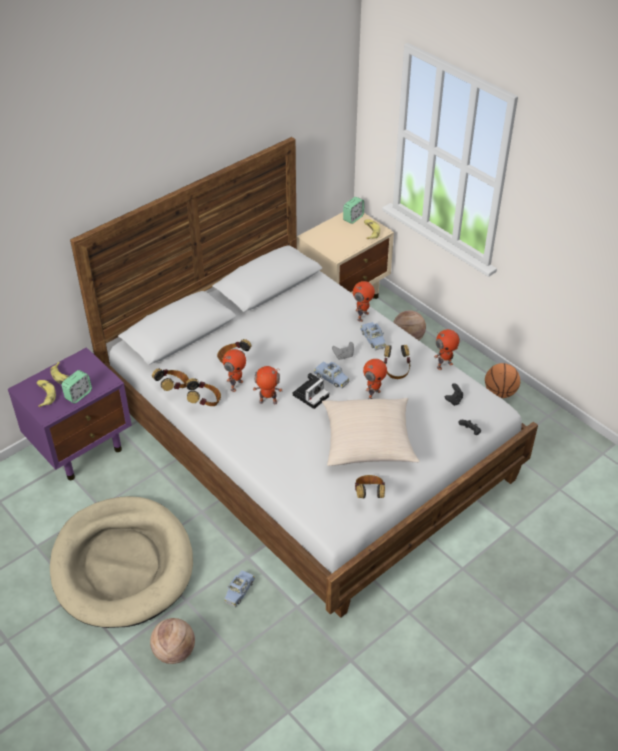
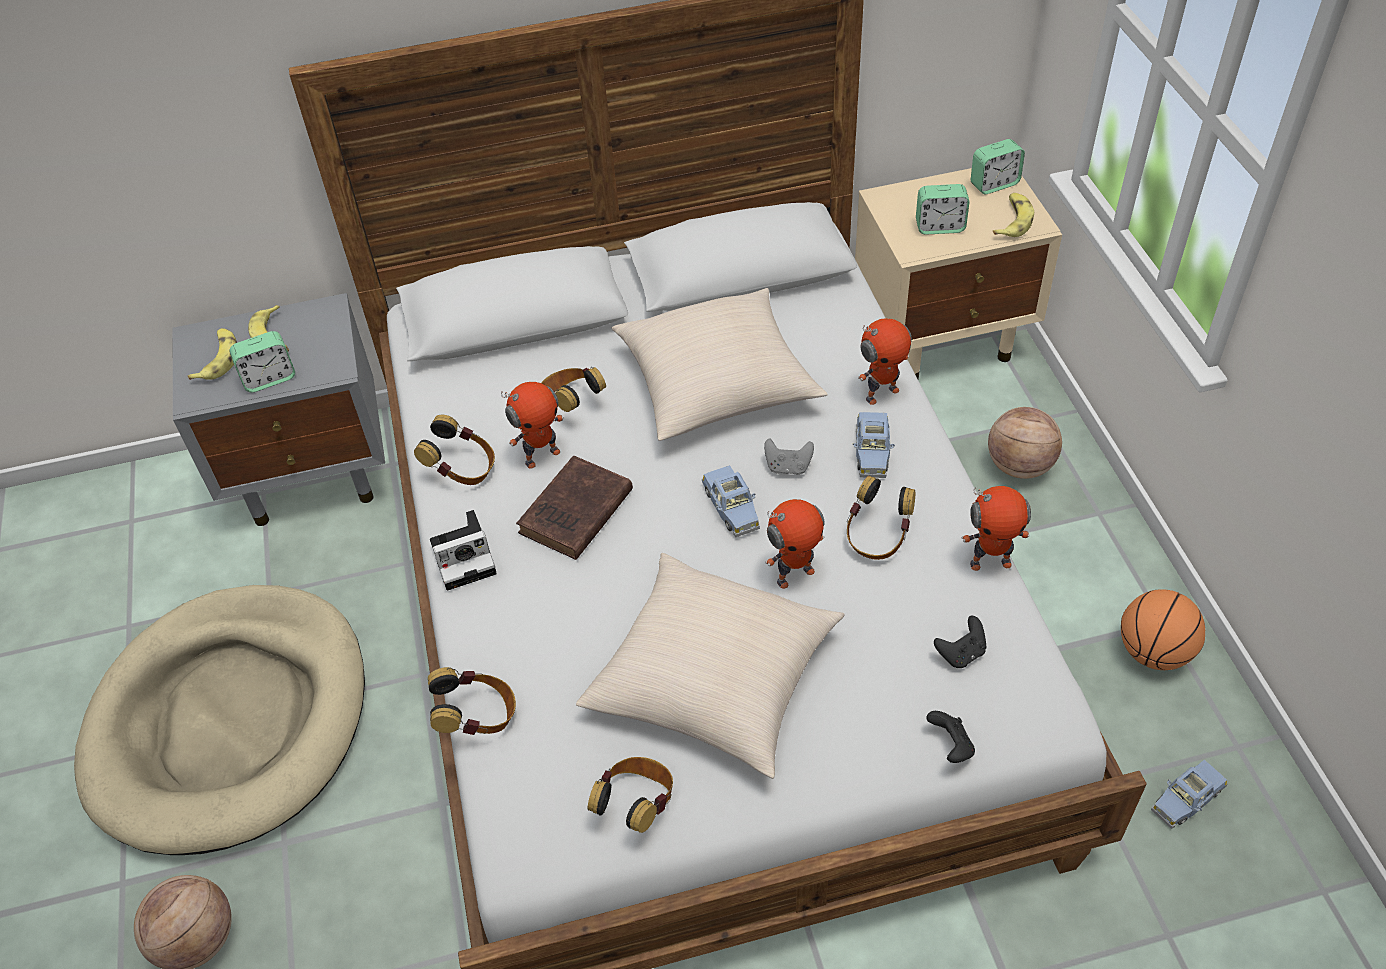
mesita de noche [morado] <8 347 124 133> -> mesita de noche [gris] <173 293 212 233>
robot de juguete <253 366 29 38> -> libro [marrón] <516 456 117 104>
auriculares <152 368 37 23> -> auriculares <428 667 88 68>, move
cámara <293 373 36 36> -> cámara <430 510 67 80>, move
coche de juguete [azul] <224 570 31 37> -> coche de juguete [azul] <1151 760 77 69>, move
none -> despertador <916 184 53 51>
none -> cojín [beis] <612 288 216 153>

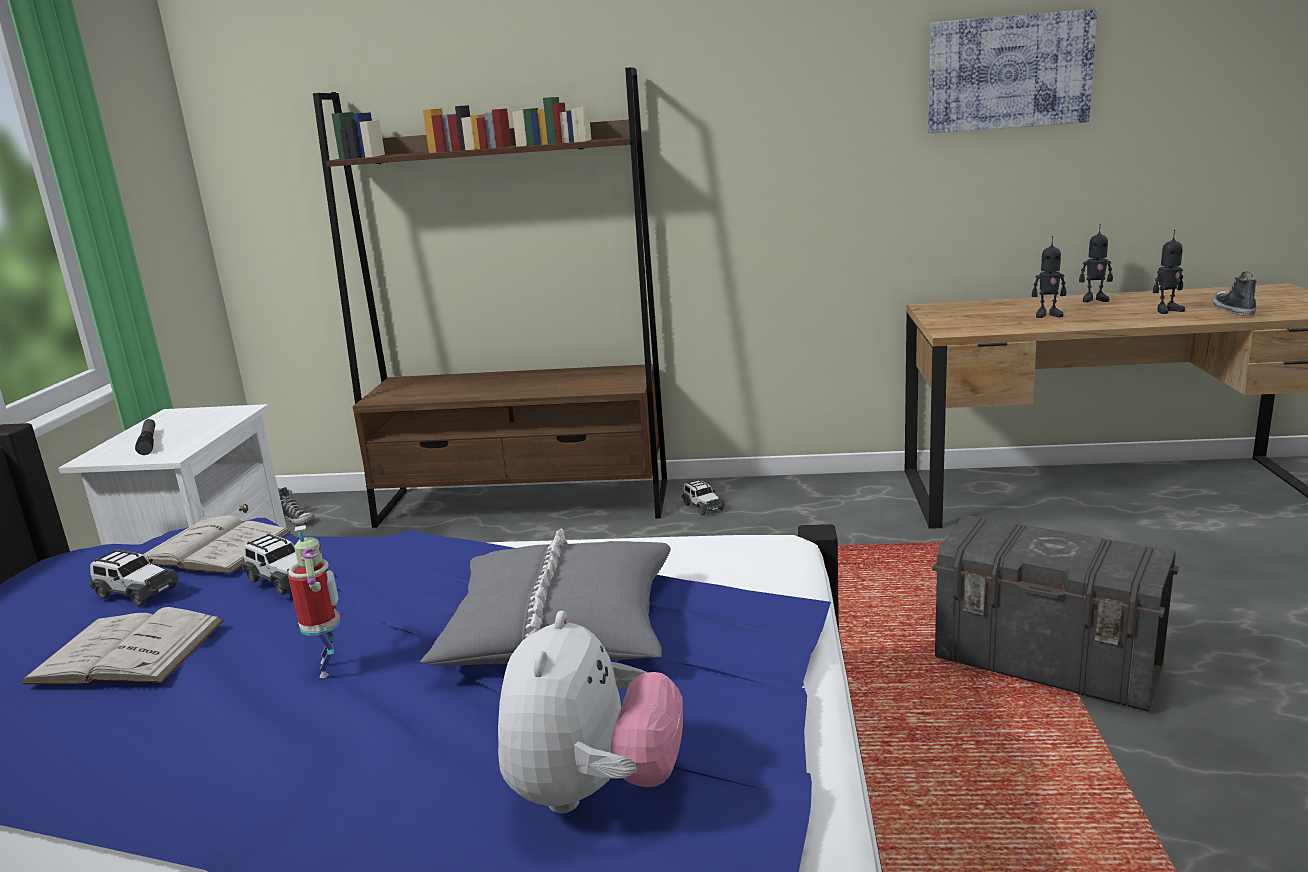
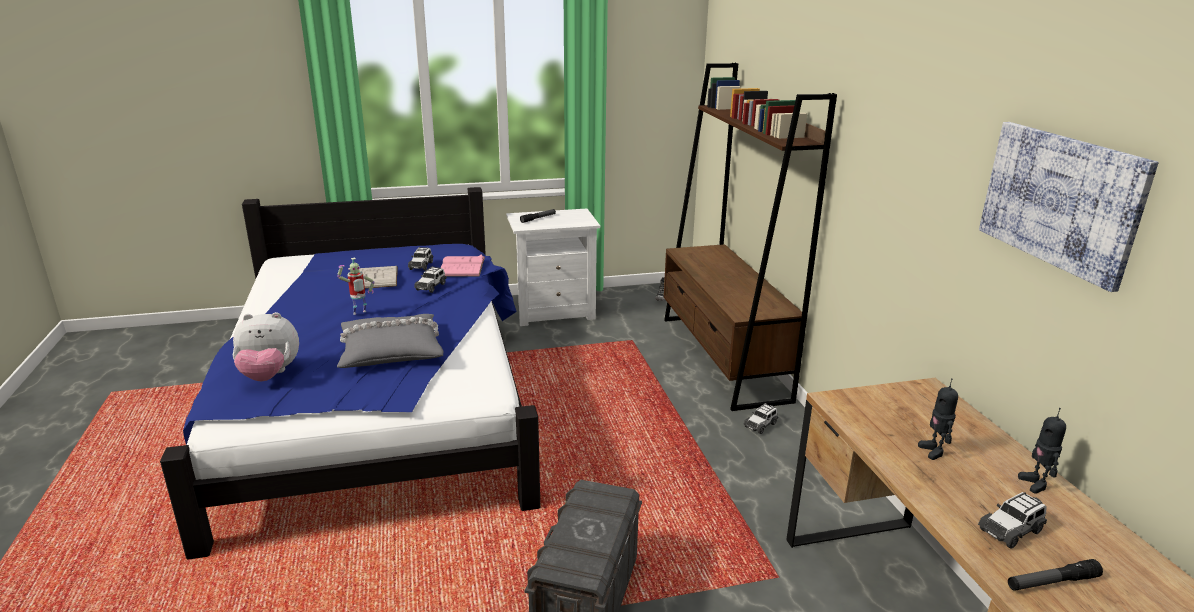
robot de juguete <1153 230 32 84> -> coche de juguete <978 492 69 57>
zapato <1213 272 44 44> -> linterna <1008 559 95 32>
libro [blanco] <143 515 148 59> -> libro [rosa] <441 254 44 23>

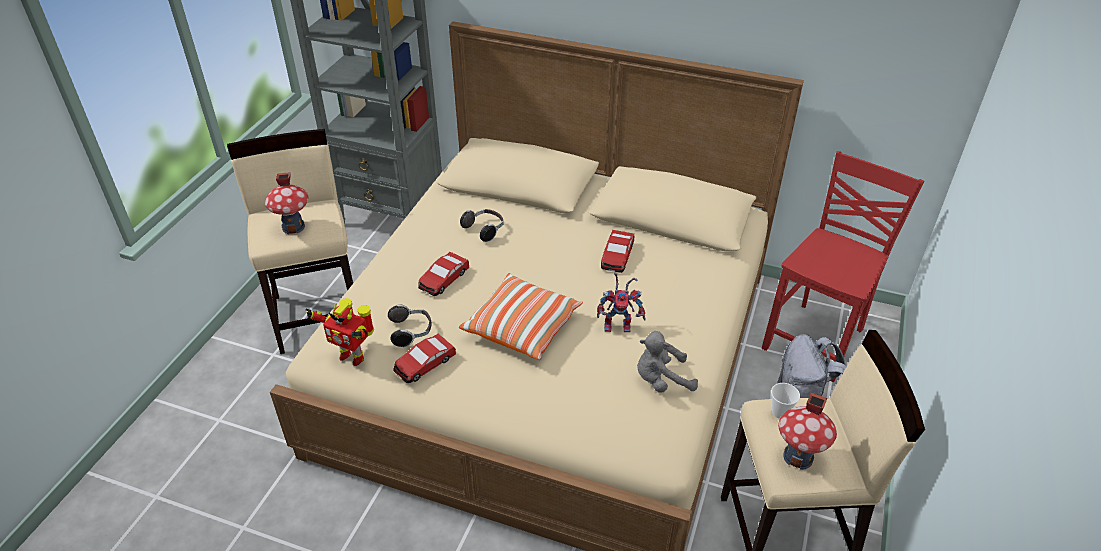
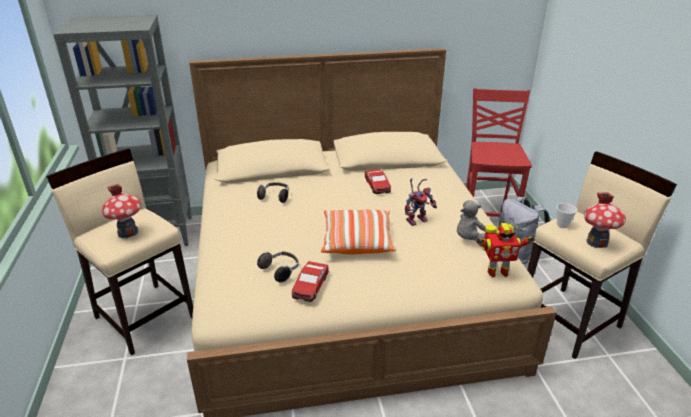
coche de juguete <418 252 51 44> -> none
robot de juguete <305 298 69 68> -> robot de juguete <476 223 59 54>, move

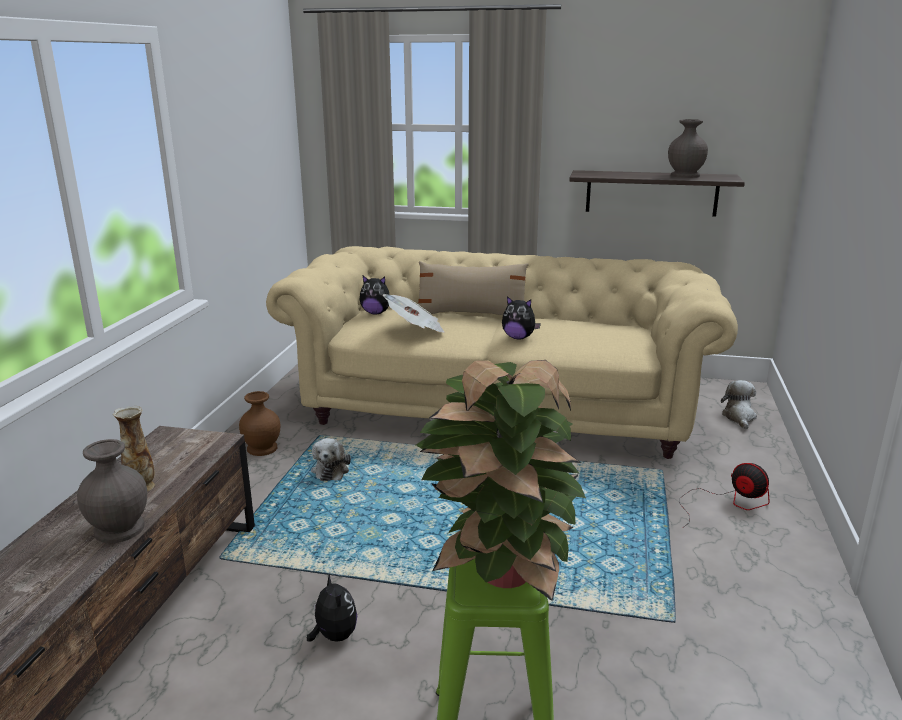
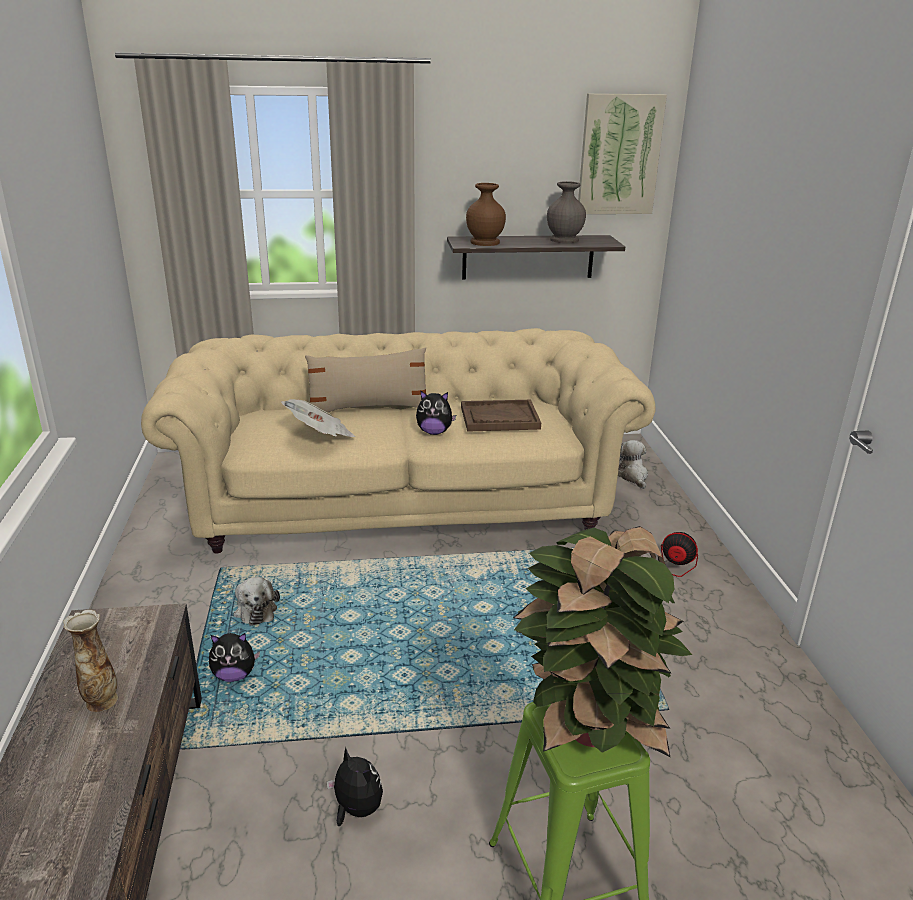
peluche <359 276 31 38> -> peluche <209 633 51 49>, move
florero [marrón] <239 391 41 65> -> florero [marrón] <466 183 40 63>, move
florero [gris] <77 439 70 104> -> none
none -> cuadro <578 93 89 121>
none -> bandeja [marrón] <461 400 80 32>

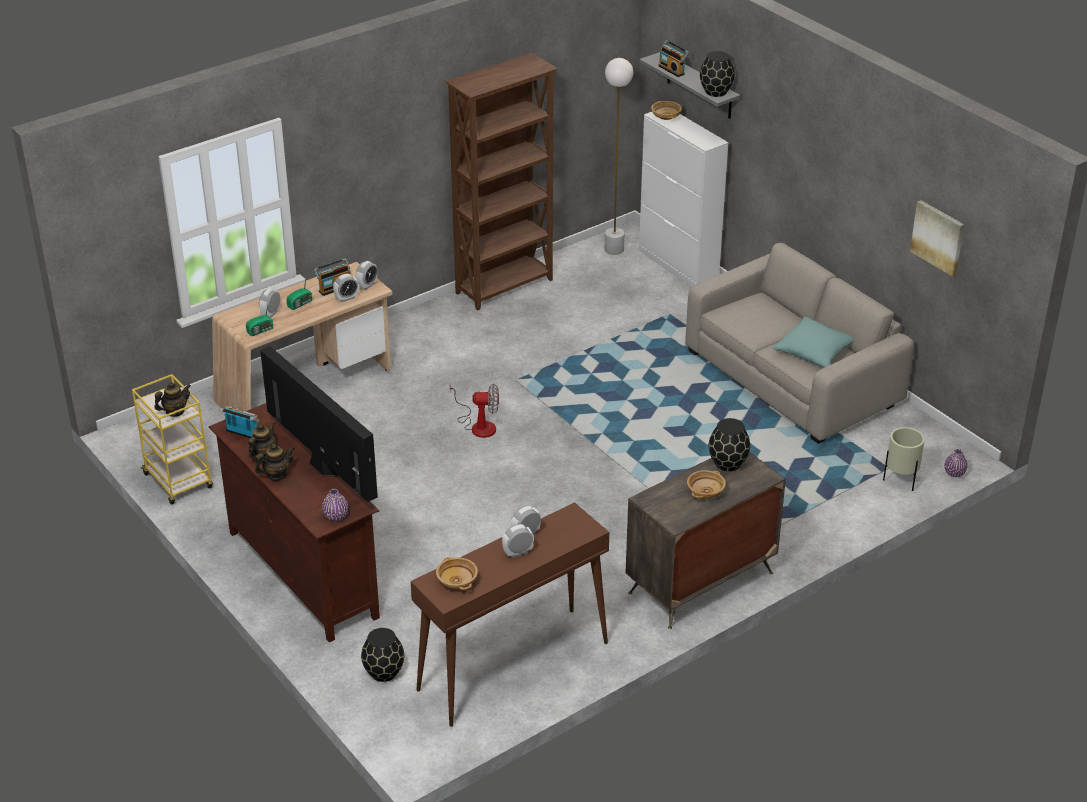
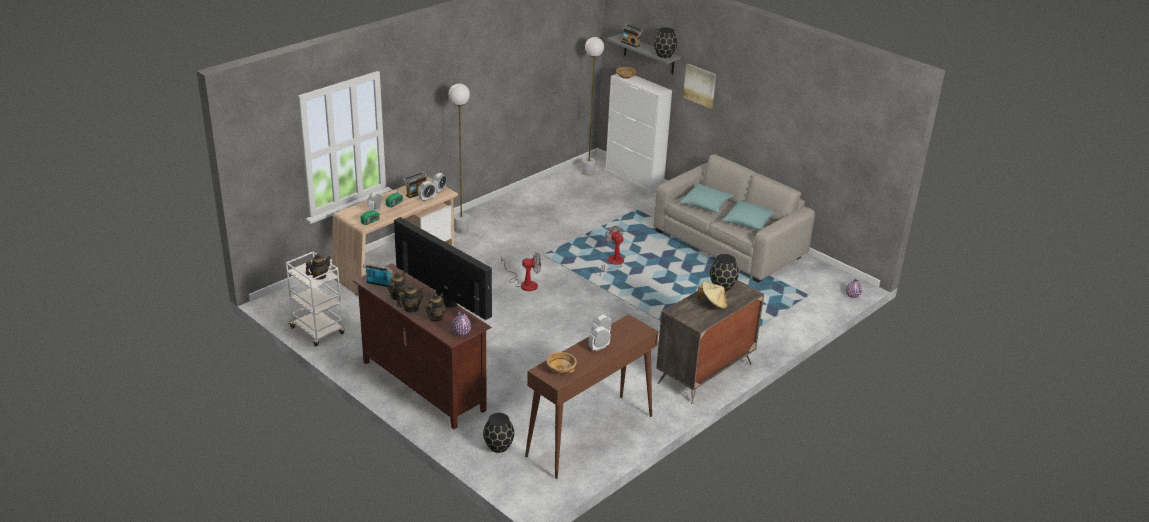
estantería [marrón] <445 53 113 258> -> none
cuadro <910 200 54 76> -> cuadro <683 63 33 46>, move
carrito [amarillo] <132 374 81 131> -> carrito [blanco] <286 252 59 94>
maceta [beis] <883 427 42 64> -> none
cuenco [beis] <687 470 39 28> -> sombrero [beis] <697 281 30 28>
none -> lámpara de pie [blanco] <449 84 21 149>
none -> cojín [turquesa] <679 183 55 30>
none -> ventilador <599 225 25 51>
none -> tetera <426 293 20 28>

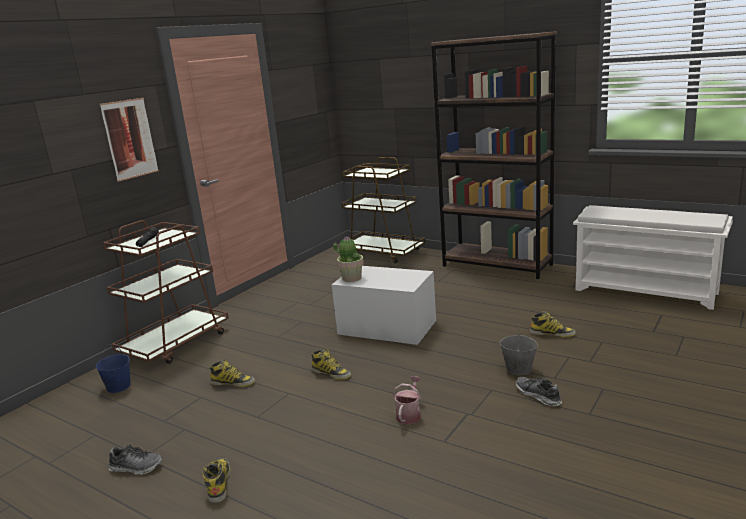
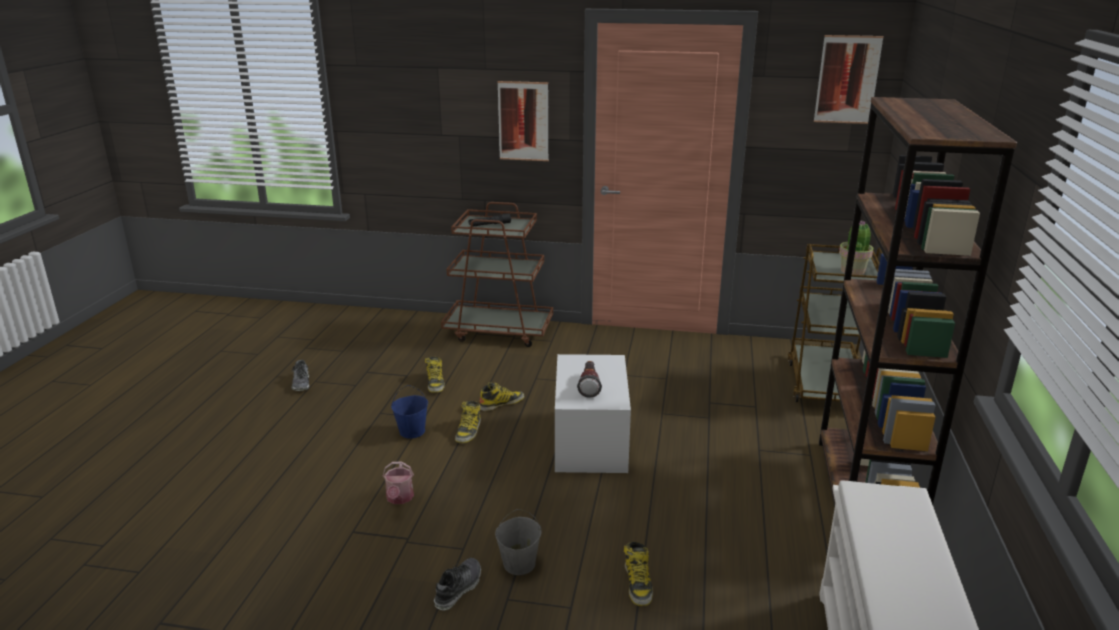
planta en maceta <333 236 31 46> -> planta en maceta <839 221 34 54>, move
cubo [azul] <95 345 36 48> -> cubo [azul] <391 385 37 53>, move
regadera <393 376 28 48> -> regadera <383 462 31 42>, 90 degrees clockwise
bota <202 458 29 45> -> bota <479 382 45 29>, move
none -> cuadro <814 35 70 89>
none -> linterna <577 361 25 37>

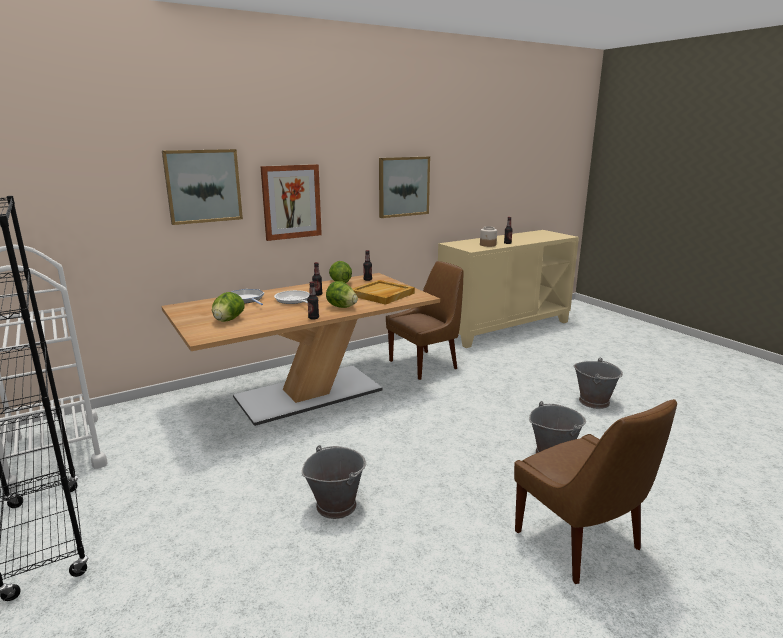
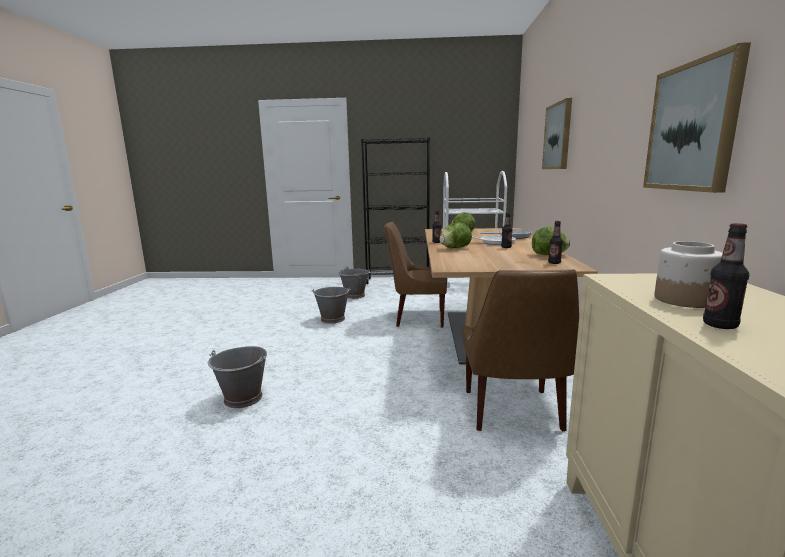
cuadro <260 164 62 77> -> none
bandeja [beis] <352 280 63 25> -> none
cubo [gris] <574 358 49 51> -> cubo [gris] <338 266 32 33>, move
silla [marrón] <514 399 163 185> -> silla [marrón] <384 222 63 106>, move

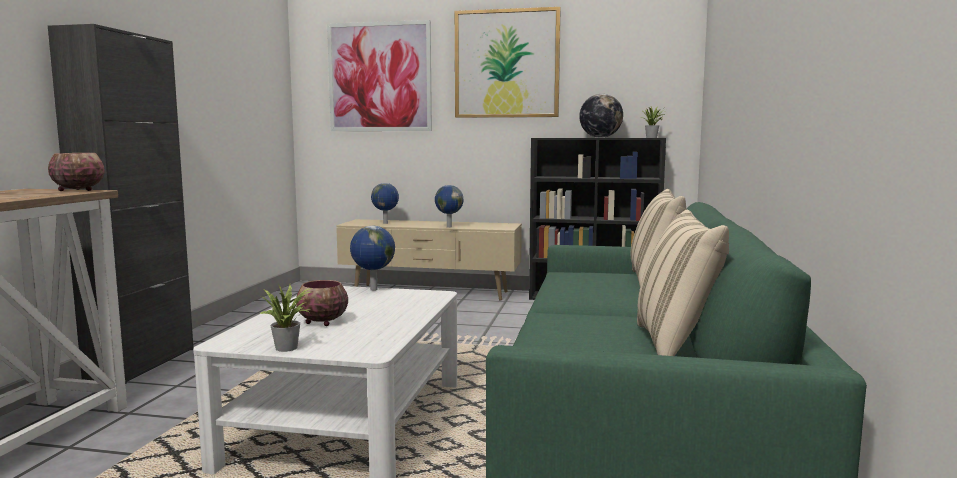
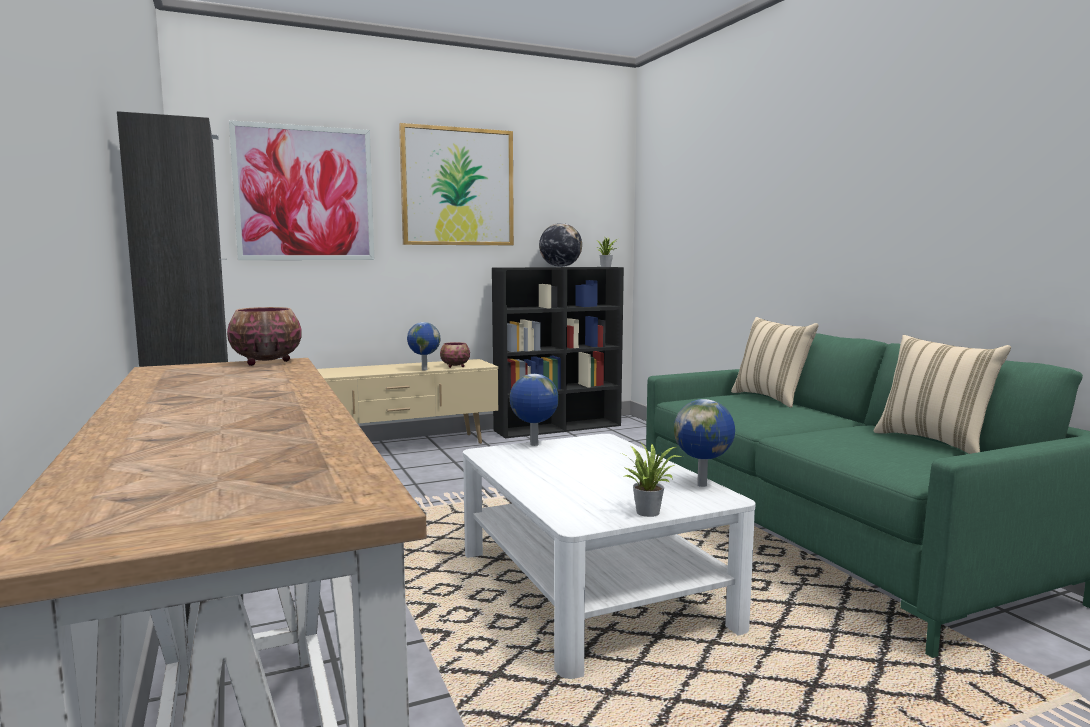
globo terráqueo <371 183 28 41> -> globo terráqueo <674 399 61 88>, move
cuenco <296 280 52 46> -> cuenco <440 342 30 26>, move

